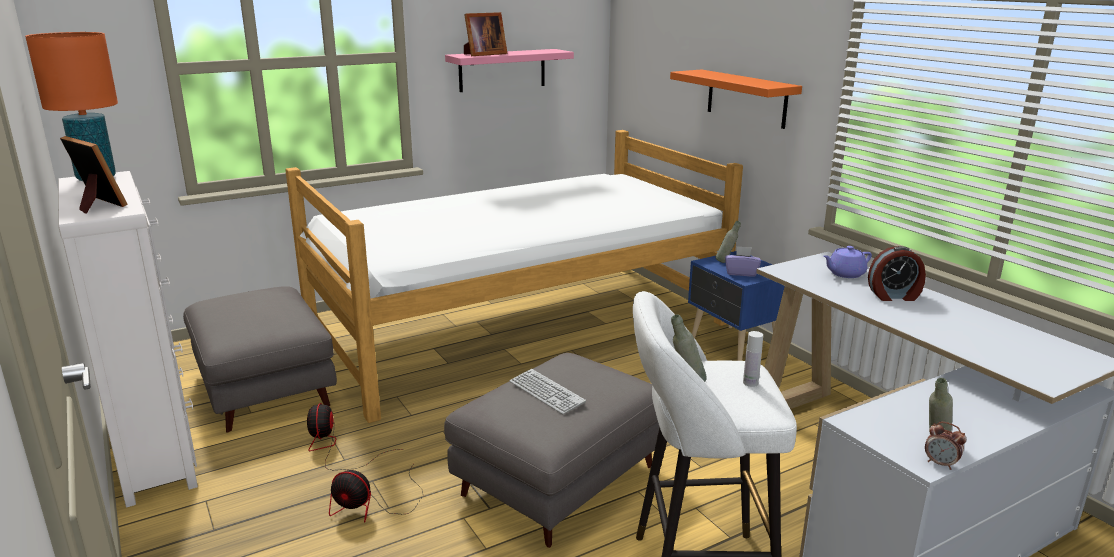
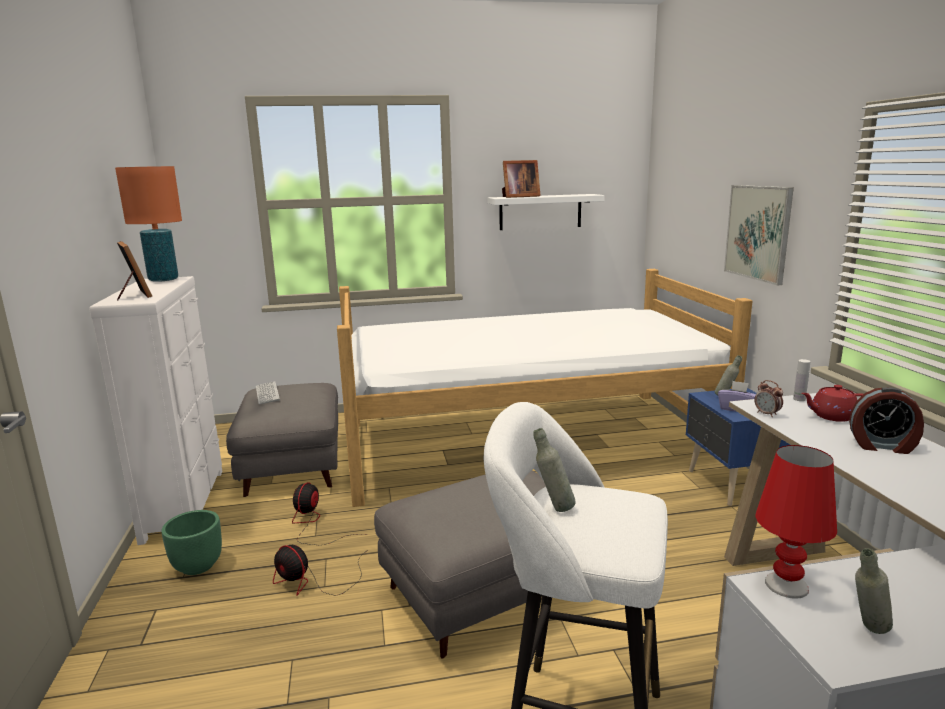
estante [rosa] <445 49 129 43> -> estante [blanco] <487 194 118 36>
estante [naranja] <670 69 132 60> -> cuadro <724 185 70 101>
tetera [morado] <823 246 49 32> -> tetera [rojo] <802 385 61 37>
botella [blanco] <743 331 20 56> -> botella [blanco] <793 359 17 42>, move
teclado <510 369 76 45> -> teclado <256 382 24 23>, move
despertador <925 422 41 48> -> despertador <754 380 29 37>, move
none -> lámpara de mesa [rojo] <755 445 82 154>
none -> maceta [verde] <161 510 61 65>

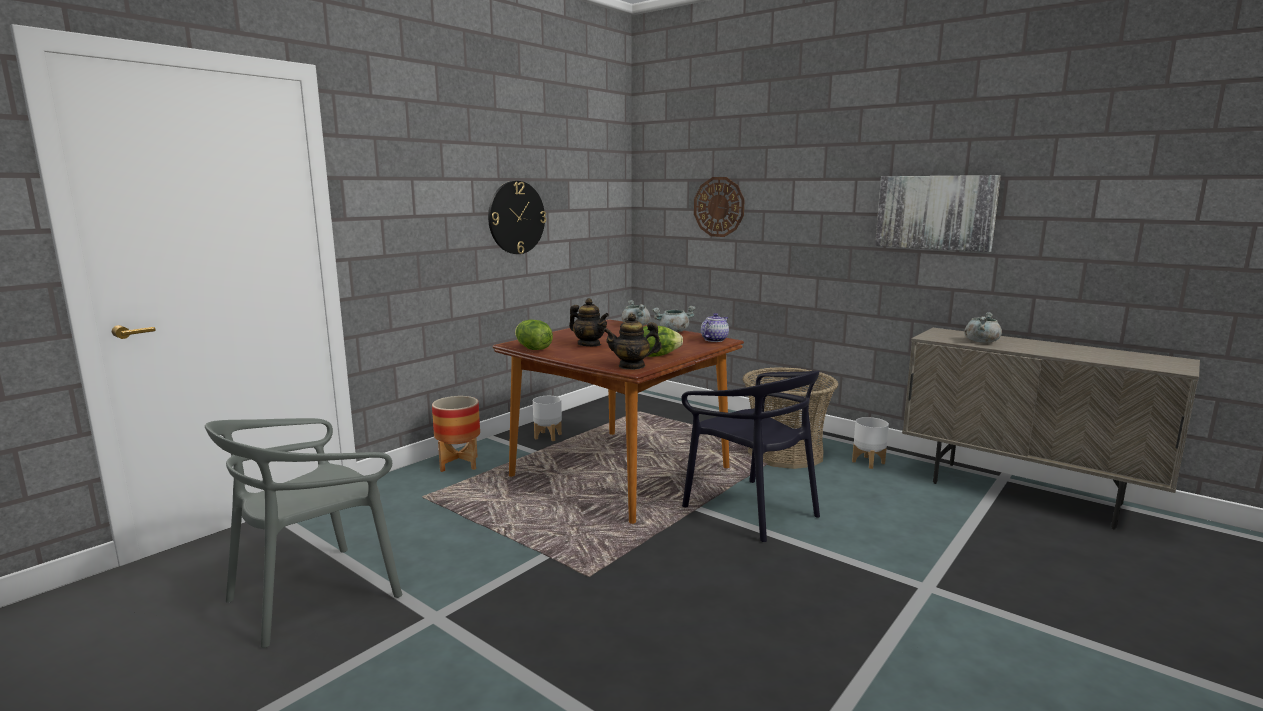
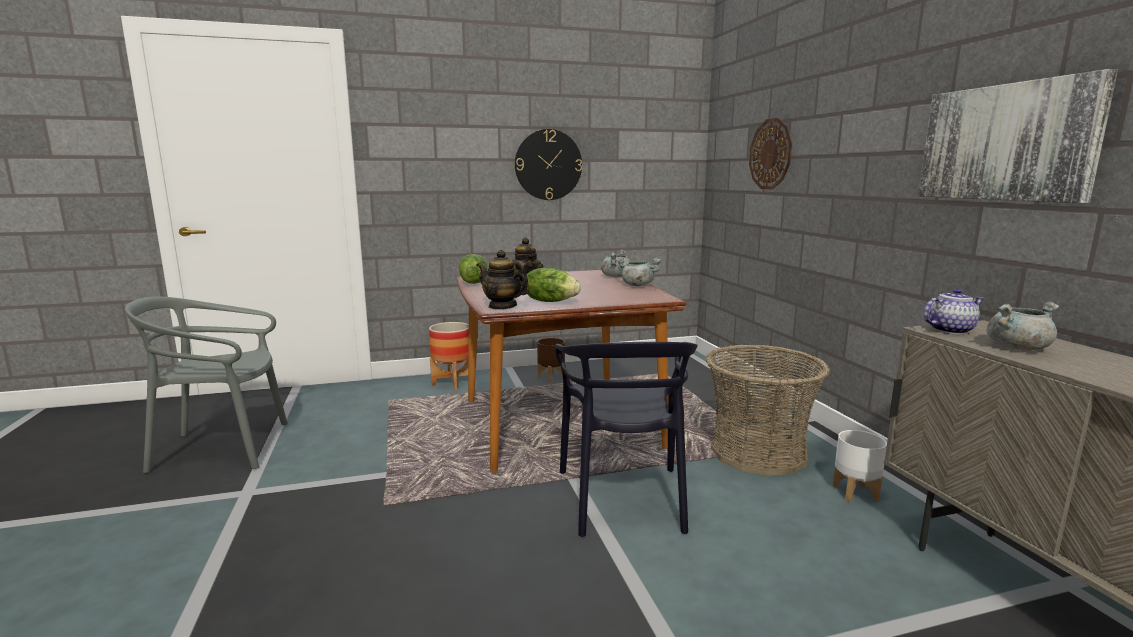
tetera <701 313 28 29> -> tetera <923 288 61 46>, move
maceta [blanco] <533 396 29 45> -> maceta [marrón] <537 338 28 44>

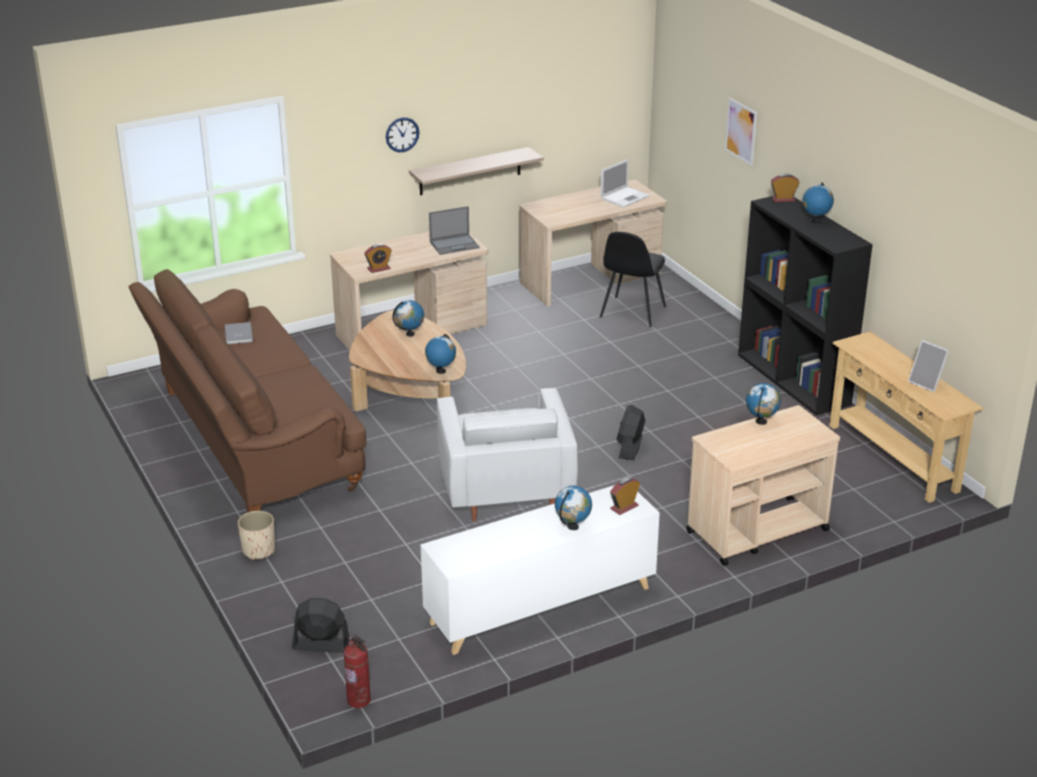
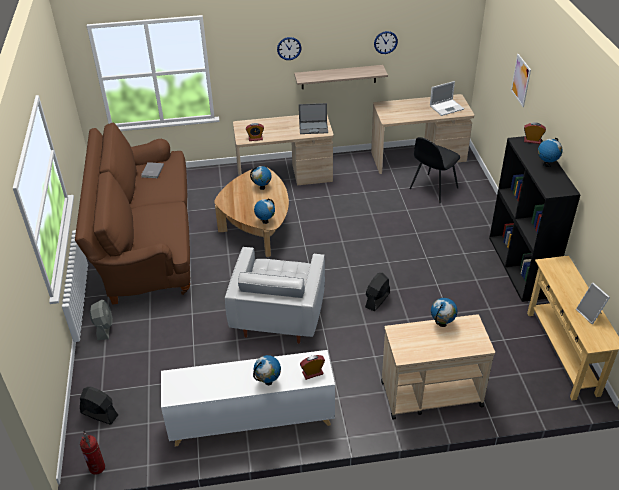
maceta [beis] <238 511 37 49> -> ventilador [gris] <90 300 23 40>
none -> reloj de pared <374 31 24 23>

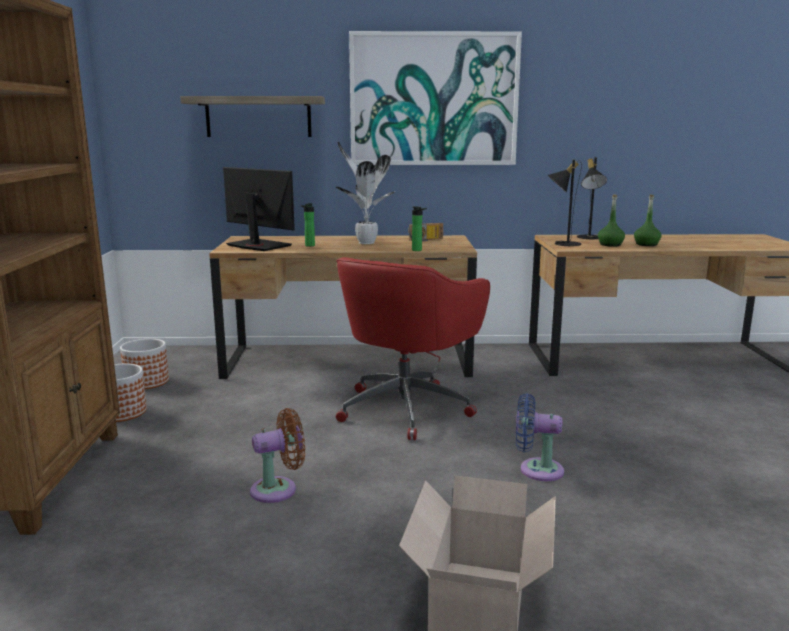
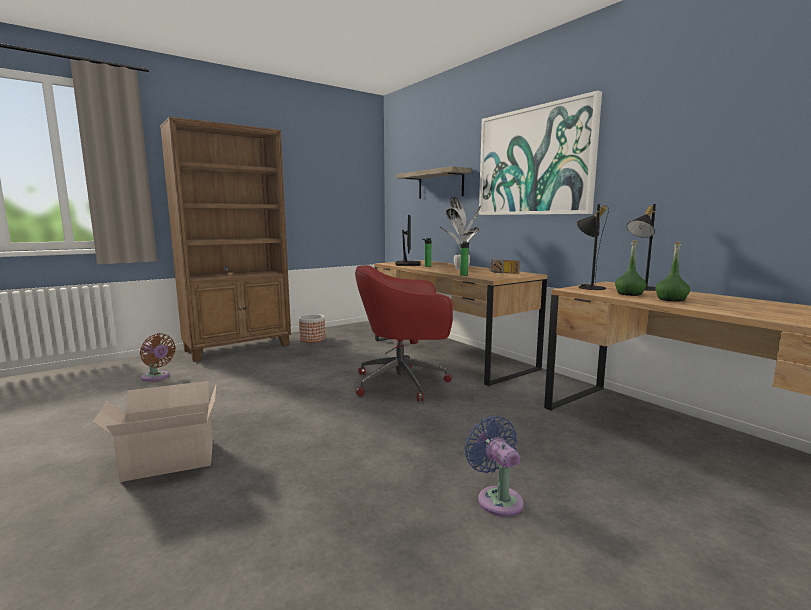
maceta <120 339 49 50> -> none
ventilador [azul] <516 393 48 88> -> ventilador [azul] <465 416 59 100>, move
ventilador [marrón] <250 408 55 95> -> ventilador [marrón] <140 333 36 48>, move

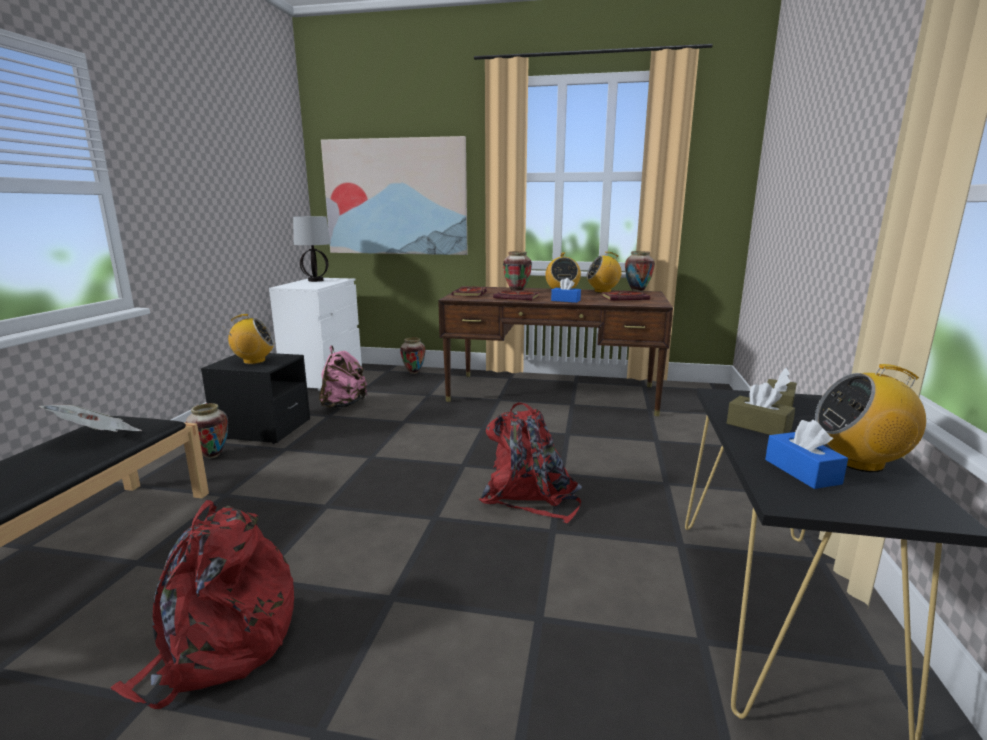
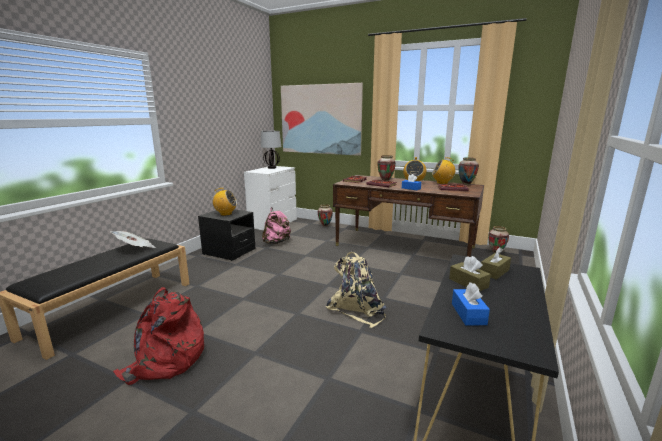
radio <815 364 111 108> -> none
mochila [rojo] <479 402 103 121> -> mochila [beis] <326 252 61 76>
florero <186 403 42 55> -> florero <488 226 21 27>, move

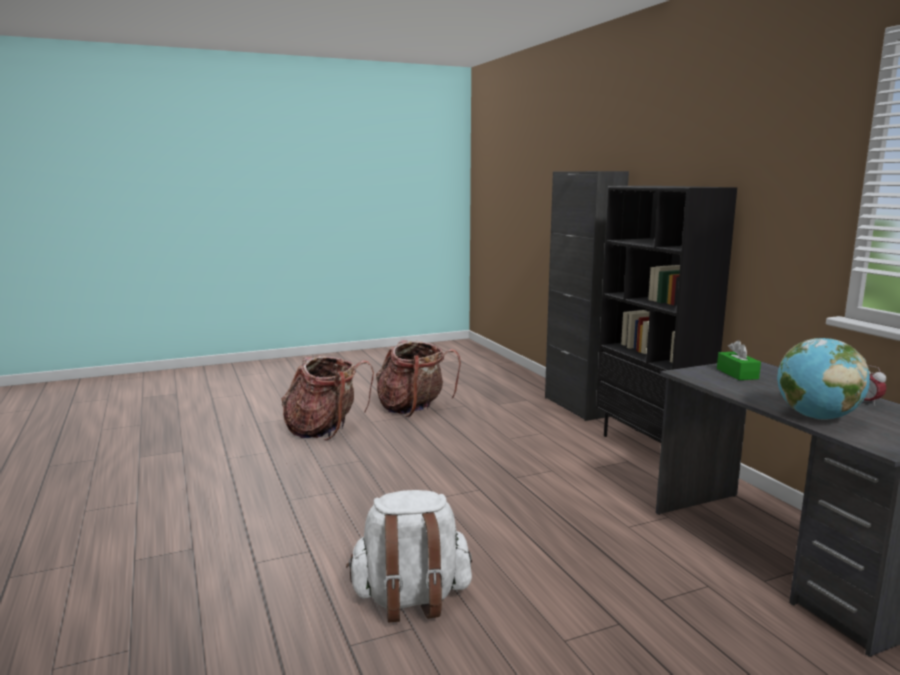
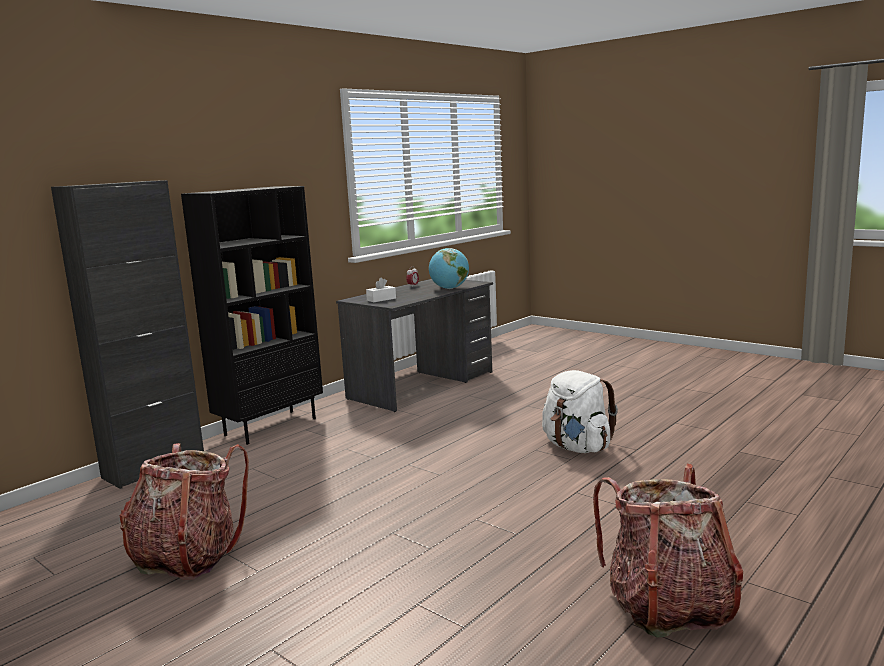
caja de pañuelos [verde] <717 340 44 40> -> caja de pañuelos [blanco] <366 277 30 25>
mochila <282 356 92 85> -> mochila <593 464 150 174>, move

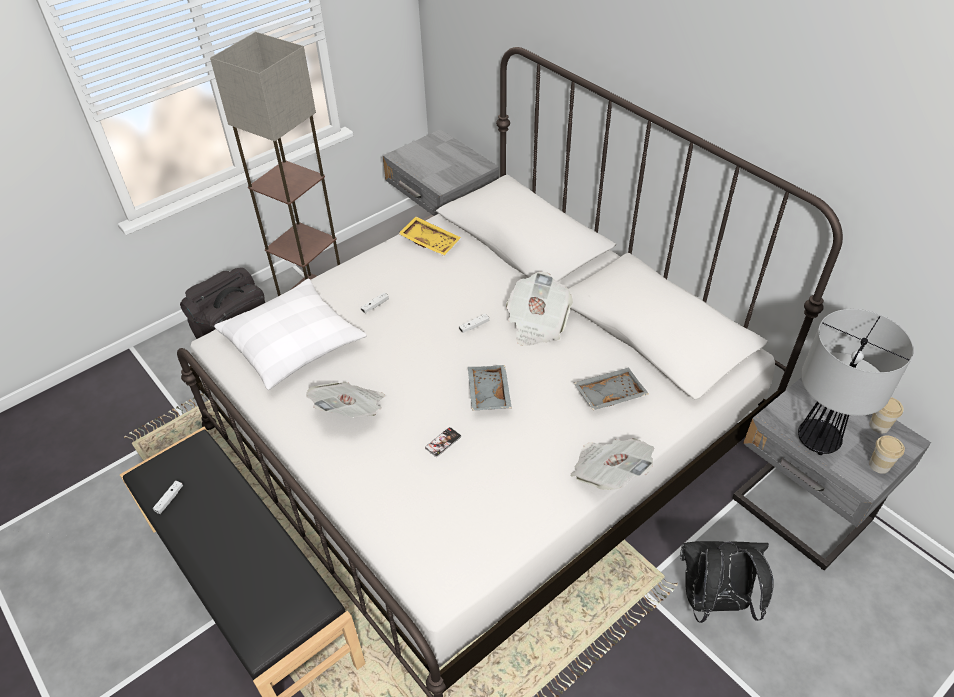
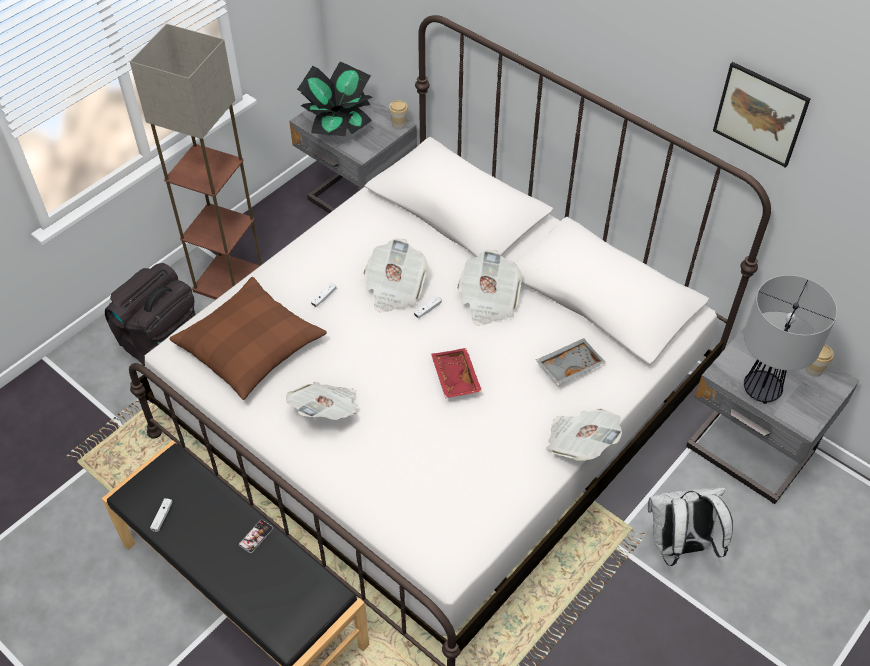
bandeja [amarillo] <398 216 63 40> -> none
cojín [blanco] <214 279 153 111> -> cojín [marrón] <170 277 157 123>
bandeja [gris] <468 365 44 46> -> bandeja [rojo] <431 348 51 50>
móvil <425 427 36 30> -> móvil <239 520 34 33>, move
taza <869 436 36 38> -> taza <389 100 19 30>, move
mochila [negro] <680 541 93 82> -> mochila [blanco] <648 487 85 79>
none -> planta en maceta <297 61 76 75>
none -> cuadro <713 62 98 106>
none -> periódico <364 238 64 74>

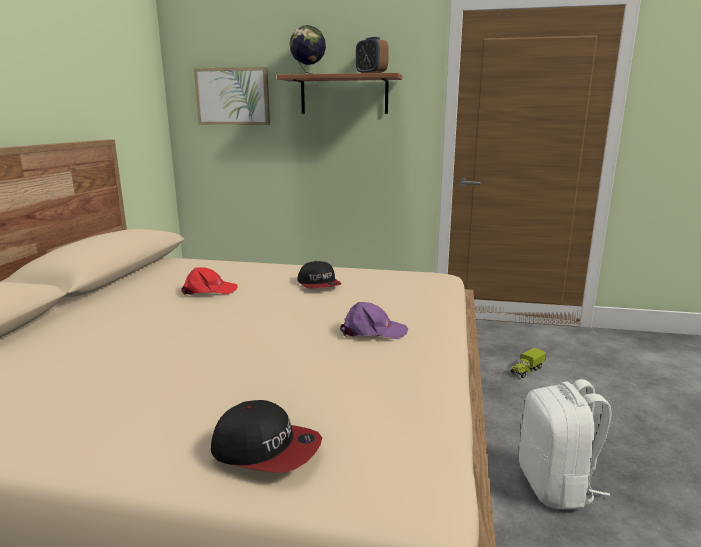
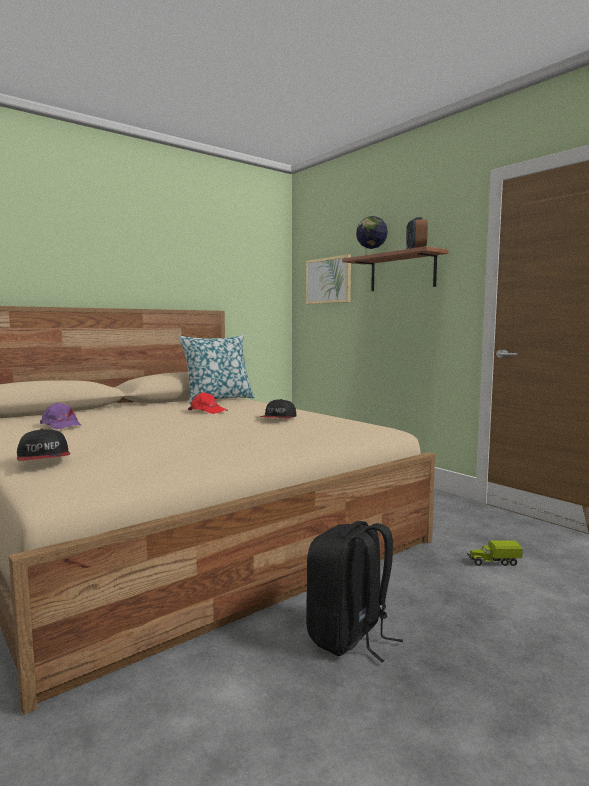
gorra [morado] <340 302 68 37> -> gorra [morado] <40 403 42 27>, move
mochila [blanco] <519 379 93 130> -> mochila [negro] <306 521 97 141>
none -> cojín <178 335 77 69>

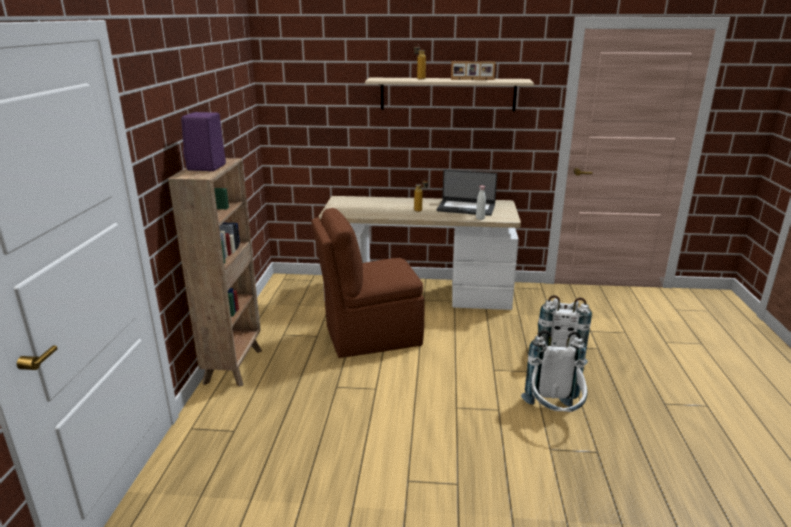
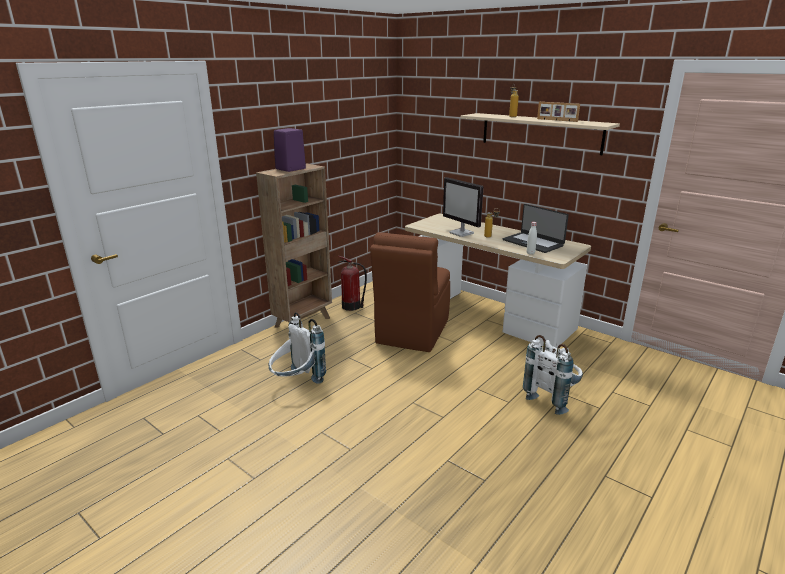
silla [marrón] <311 208 113 150> -> silla [marrón] <370 232 80 120>, 90 degrees counterclockwise
mochila [blanco] <521 330 66 82> -> mochila [blanco] <269 312 57 72>, move
none -> monitor <443 177 40 60>
none -> extintor <338 256 29 55>

